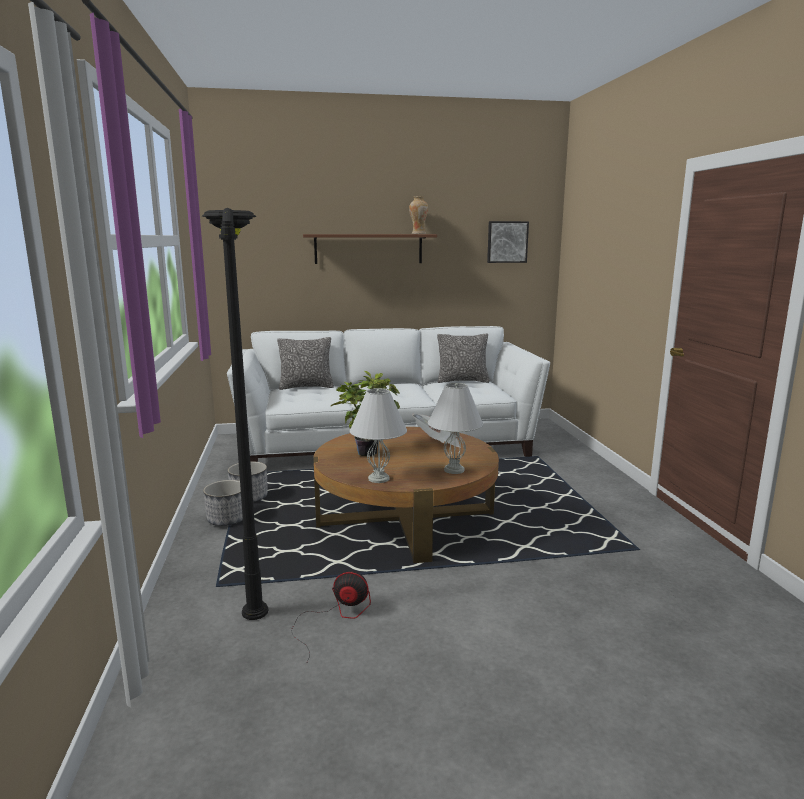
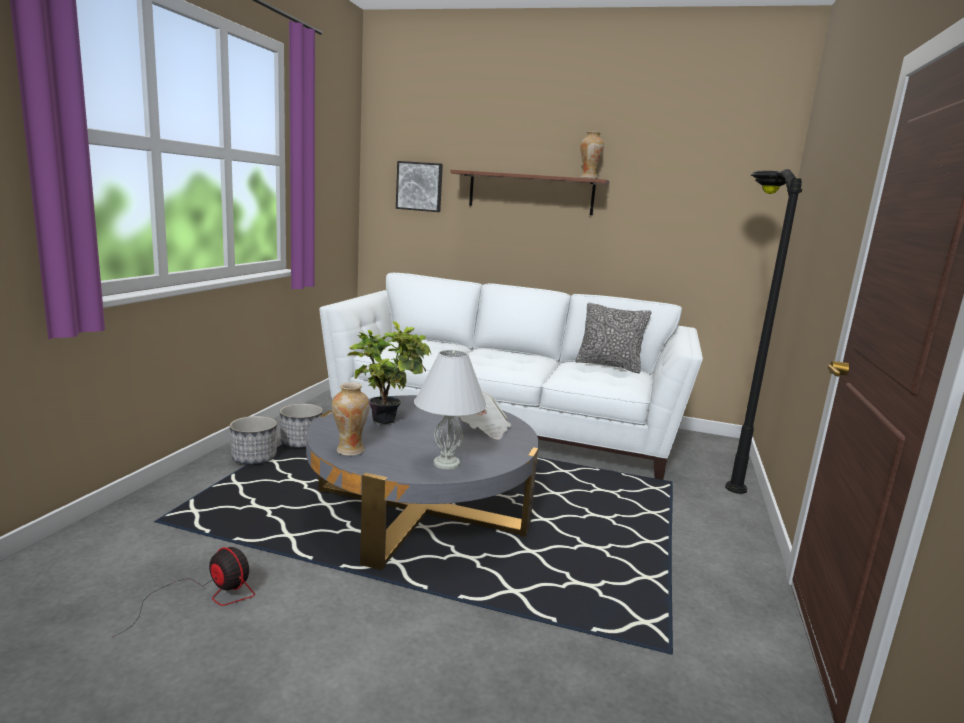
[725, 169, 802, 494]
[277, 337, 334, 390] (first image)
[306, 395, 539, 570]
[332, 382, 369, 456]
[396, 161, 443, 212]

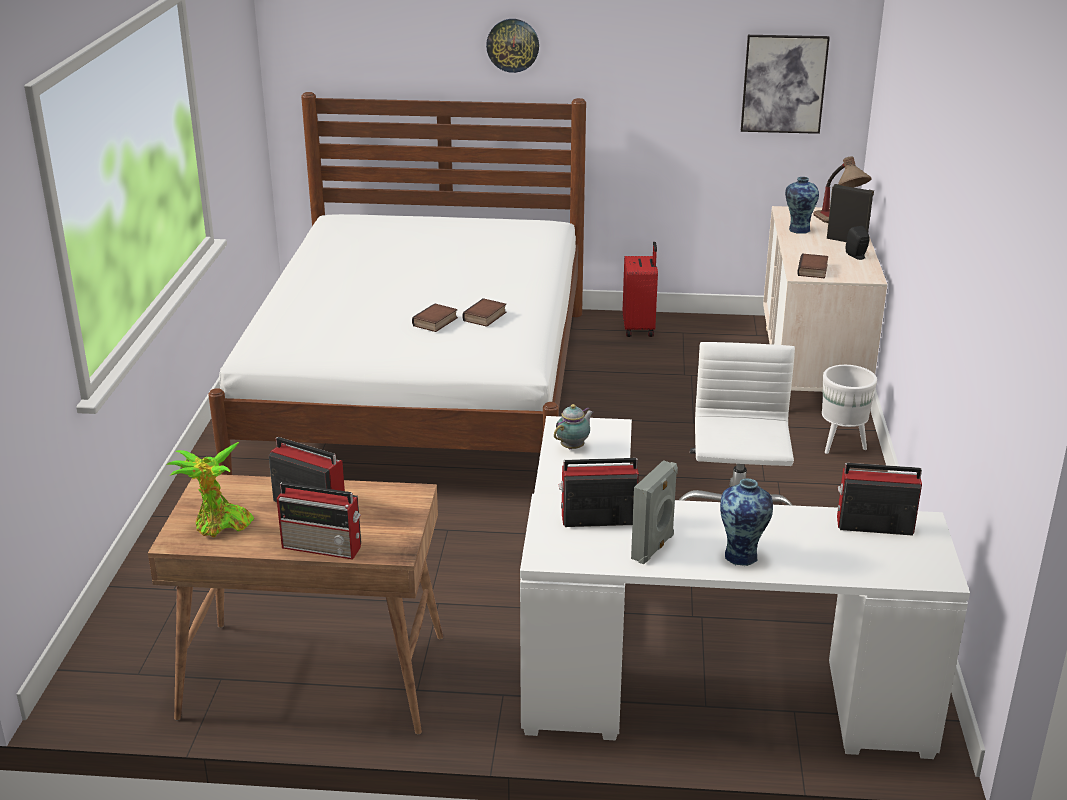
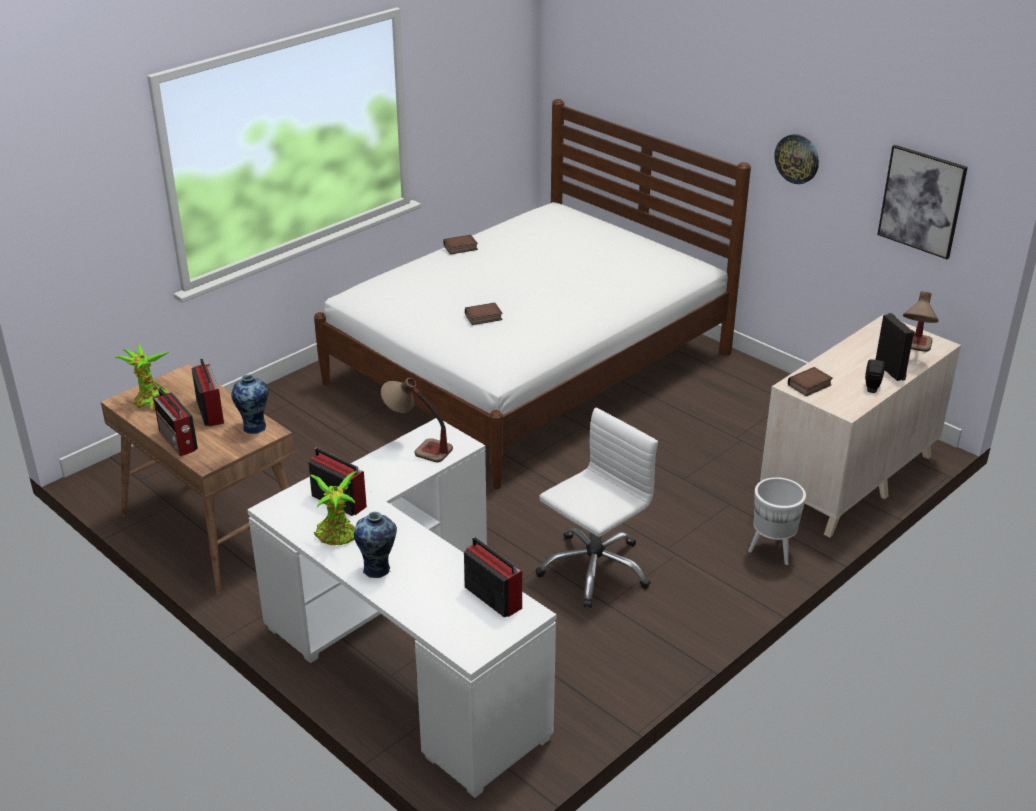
[443, 235, 478, 255]
[774, 134, 819, 184]
[381, 378, 453, 462]
[623, 242, 658, 337] (first image)
[310, 471, 357, 545]
[231, 374, 269, 434]

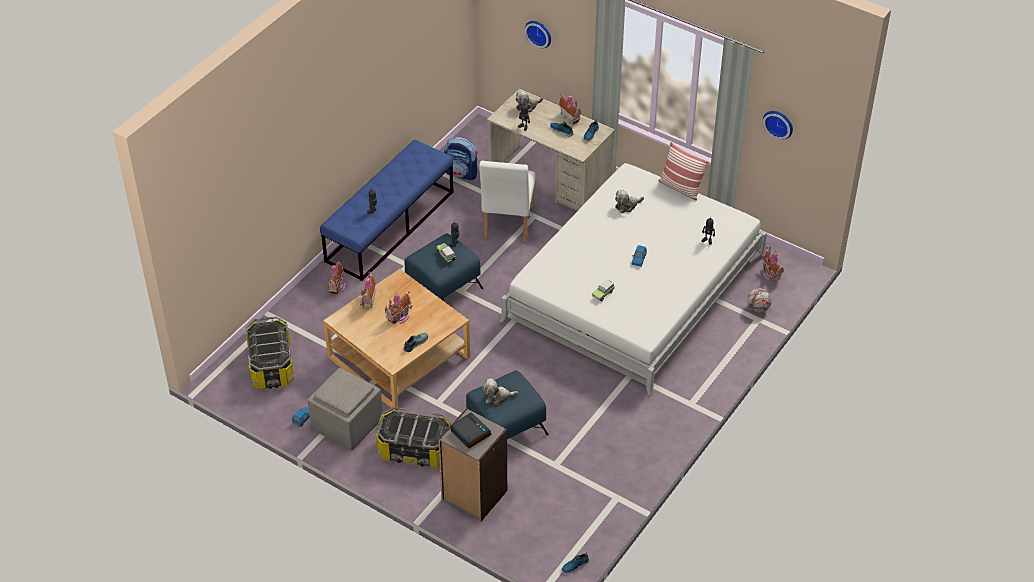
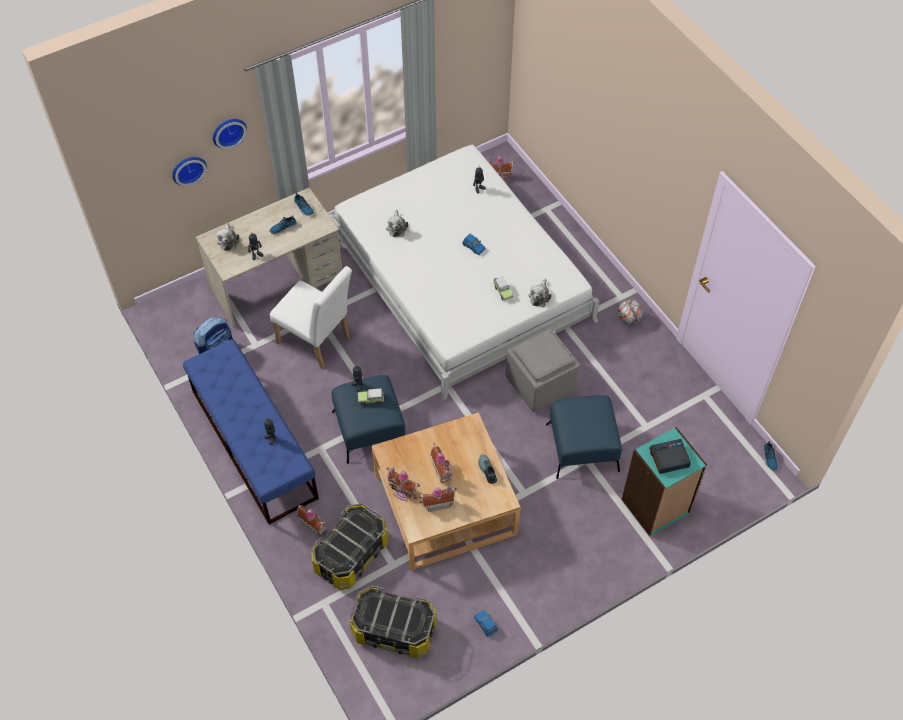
[506, 329, 580, 412]
[311, 503, 388, 590]
[622, 427, 707, 537]
[528, 278, 551, 307]
[418, 485, 457, 512]
[659, 142, 708, 201] (first image)
[618, 300, 643, 325]
[213, 119, 247, 149]

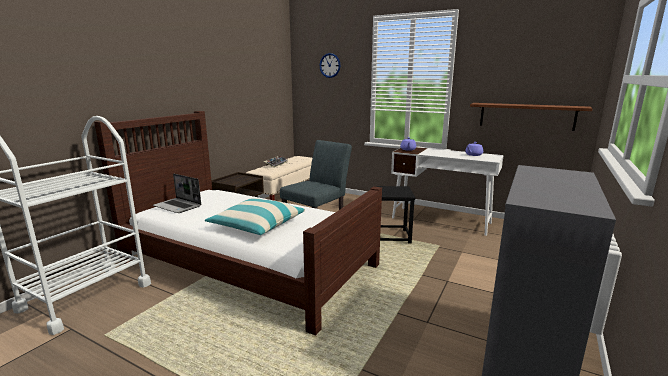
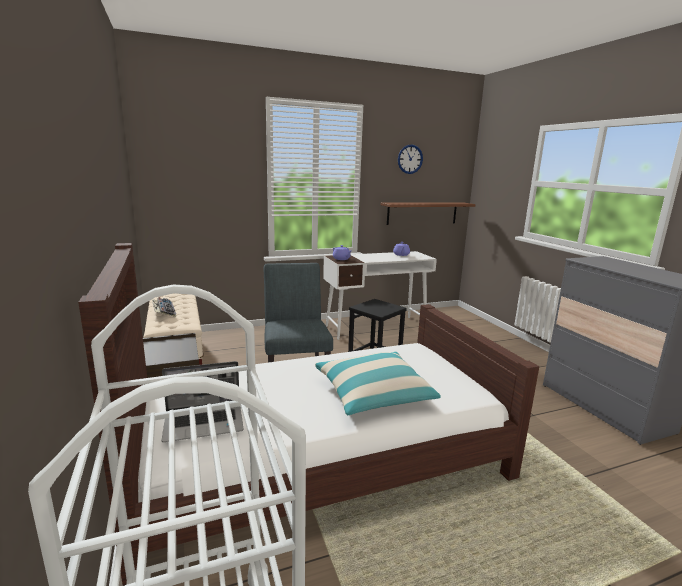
[398, 144, 423, 174]

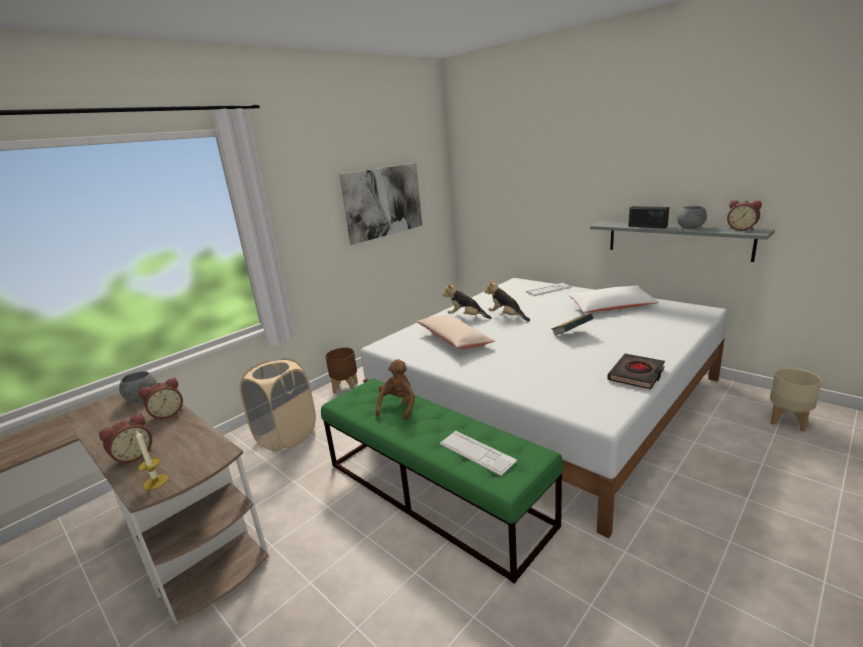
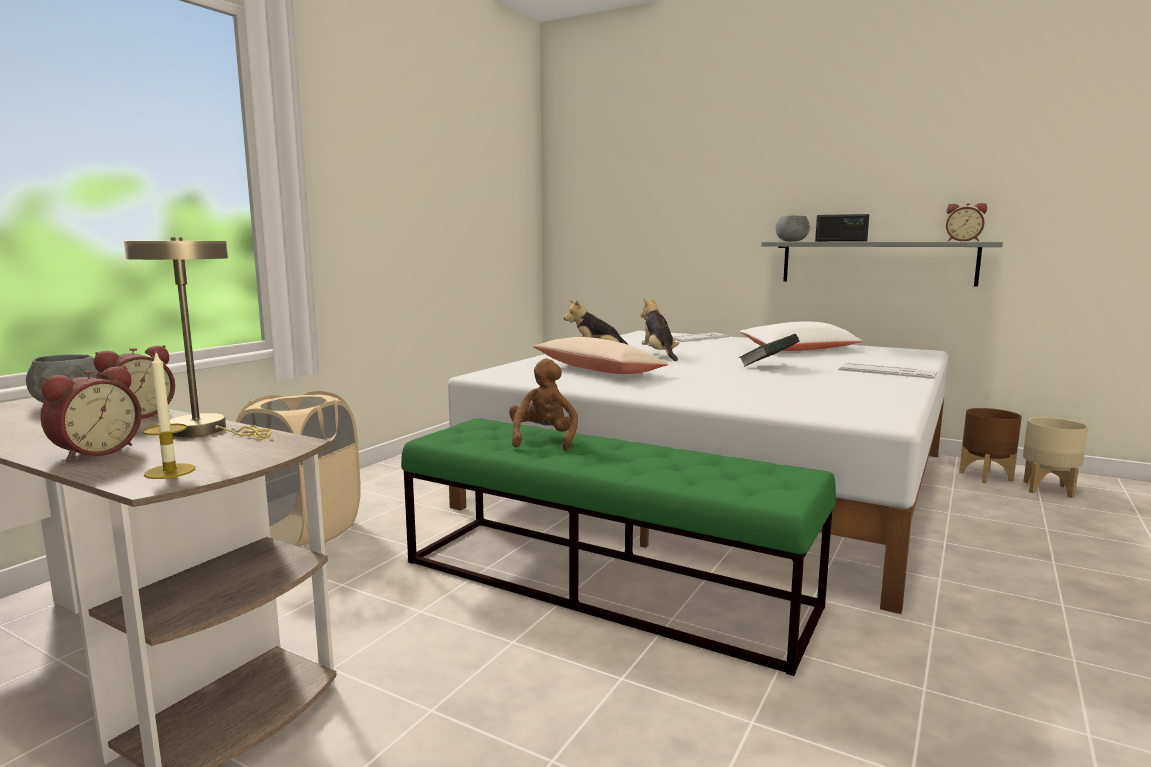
[959, 408, 1022, 483]
[339, 163, 422, 245] (first image)
[838, 363, 937, 379]
[640, 298, 679, 361]
[607, 354, 665, 390] (first image)
[775, 215, 810, 242]
[124, 237, 272, 440]

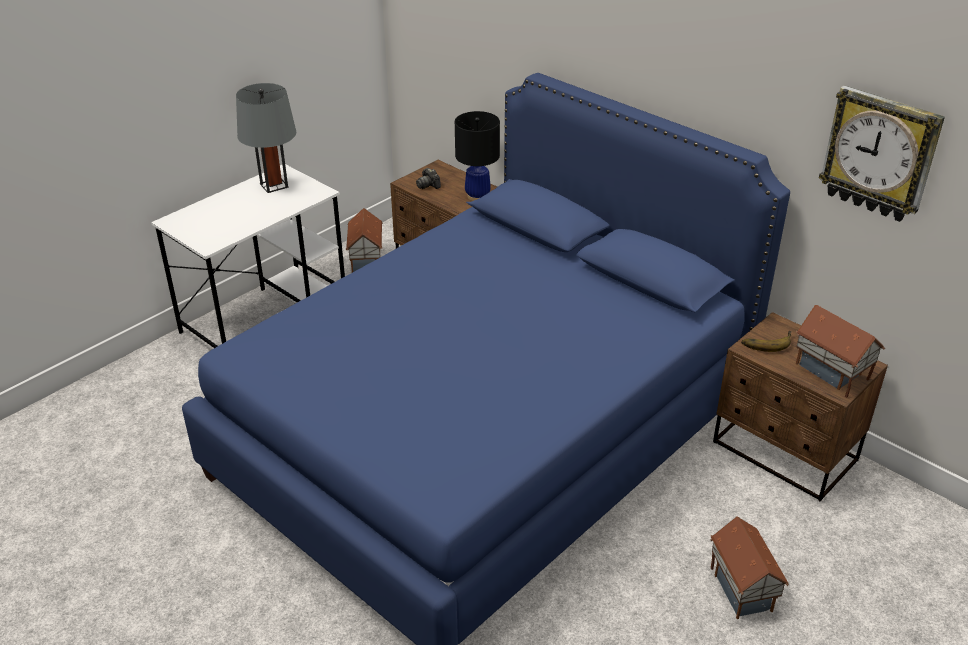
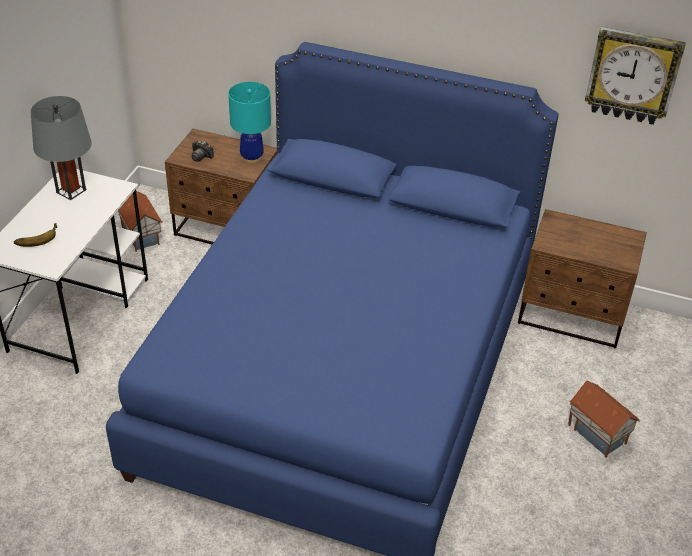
[228, 82, 271, 164]
[14, 223, 57, 247]
[796, 305, 885, 398] (first image)

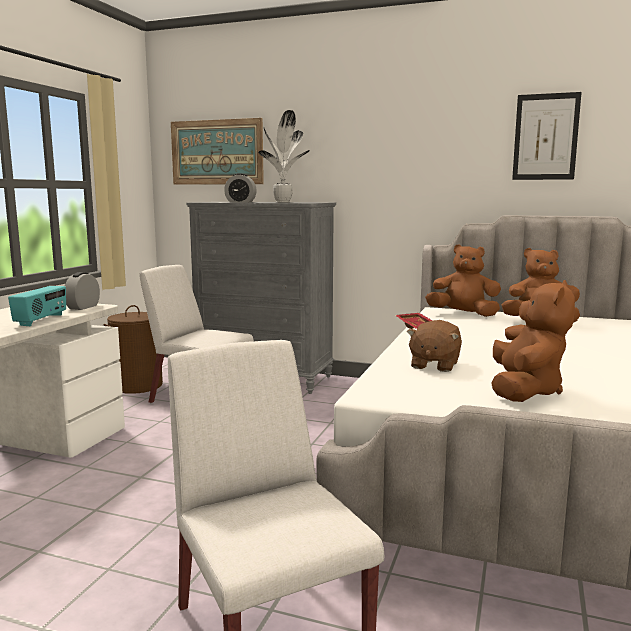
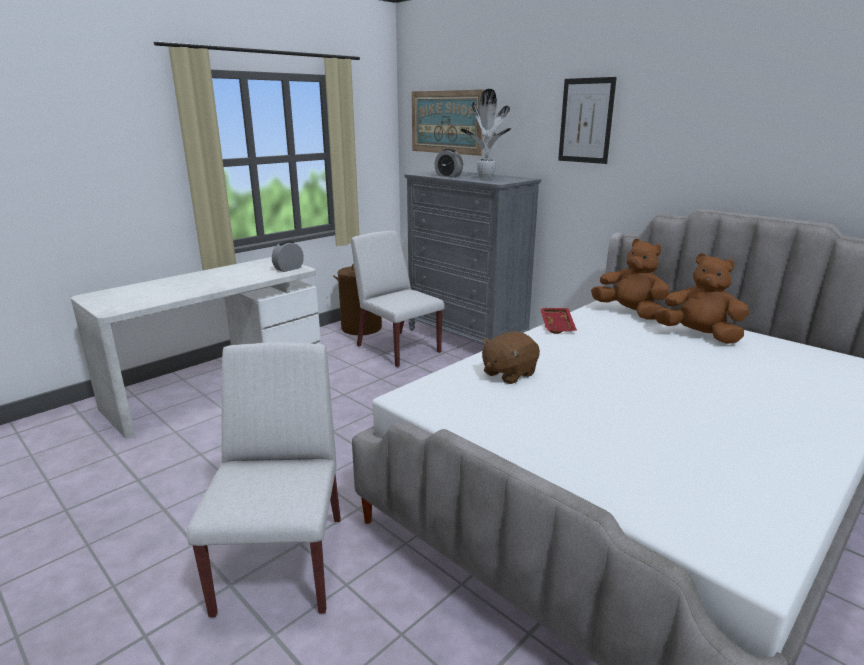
[8, 286, 66, 326] (first image)
[491, 280, 575, 402] (first image)
[558, 77, 617, 164]

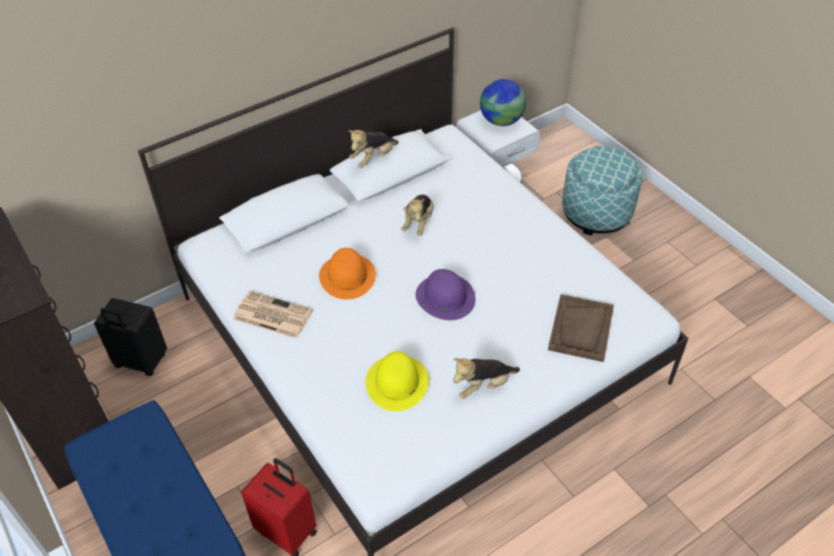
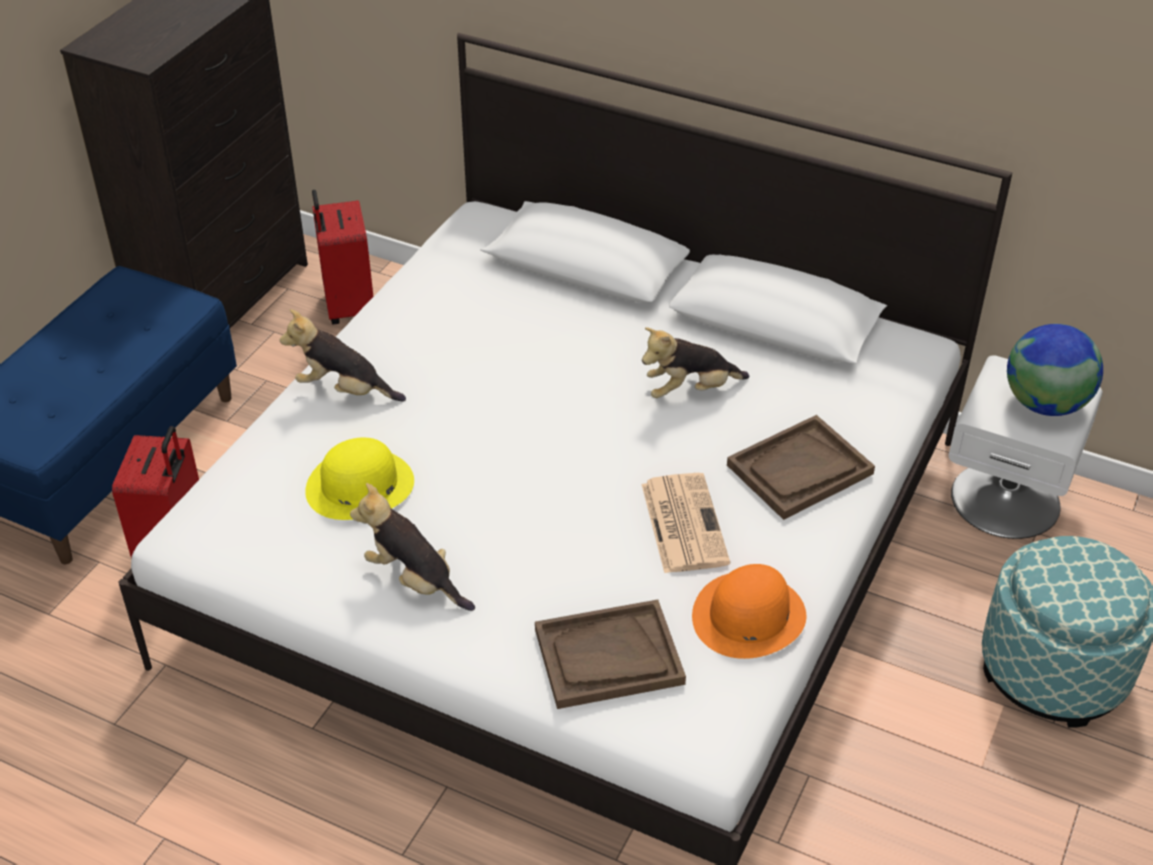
[312, 190, 374, 324]
[642, 473, 730, 573]
[692, 564, 806, 659]
[280, 309, 406, 401]
[416, 269, 476, 320] (first image)
[727, 415, 875, 520]

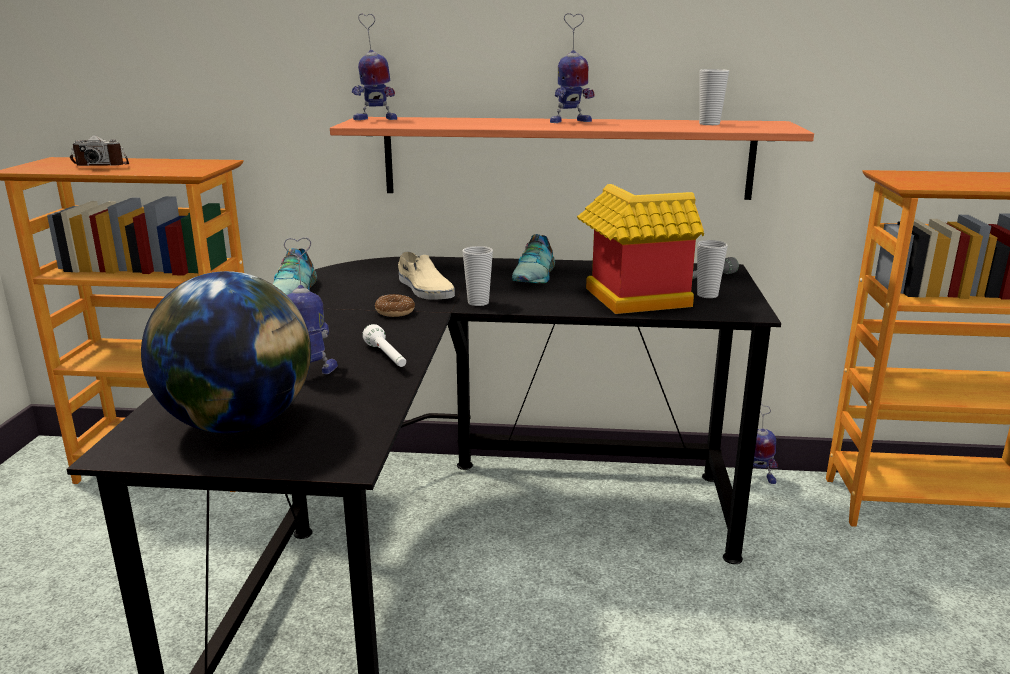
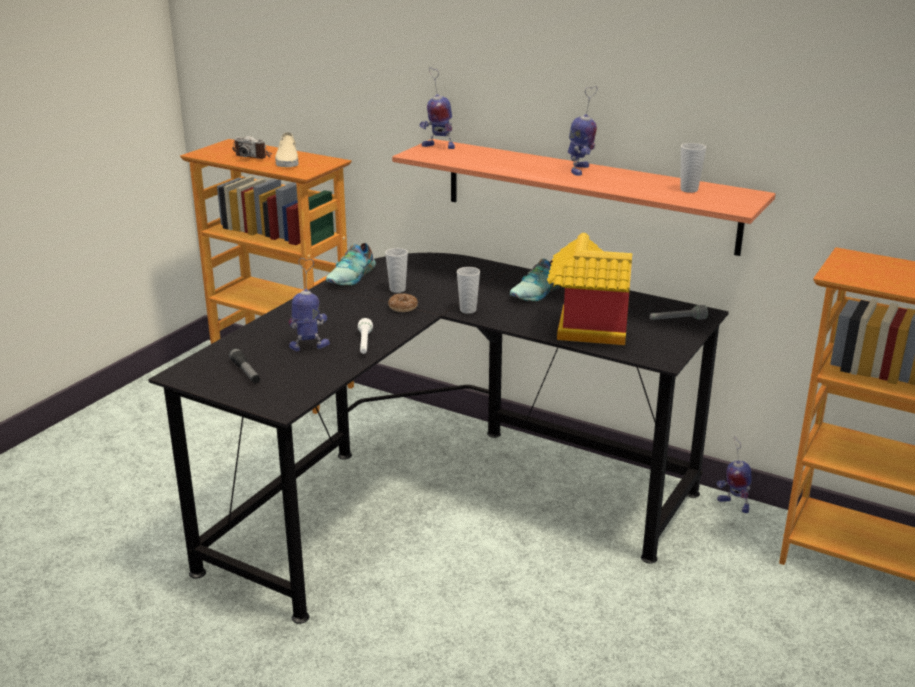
[229, 348, 260, 383]
[275, 132, 299, 167]
[568, 86, 598, 176]
[385, 248, 408, 293]

